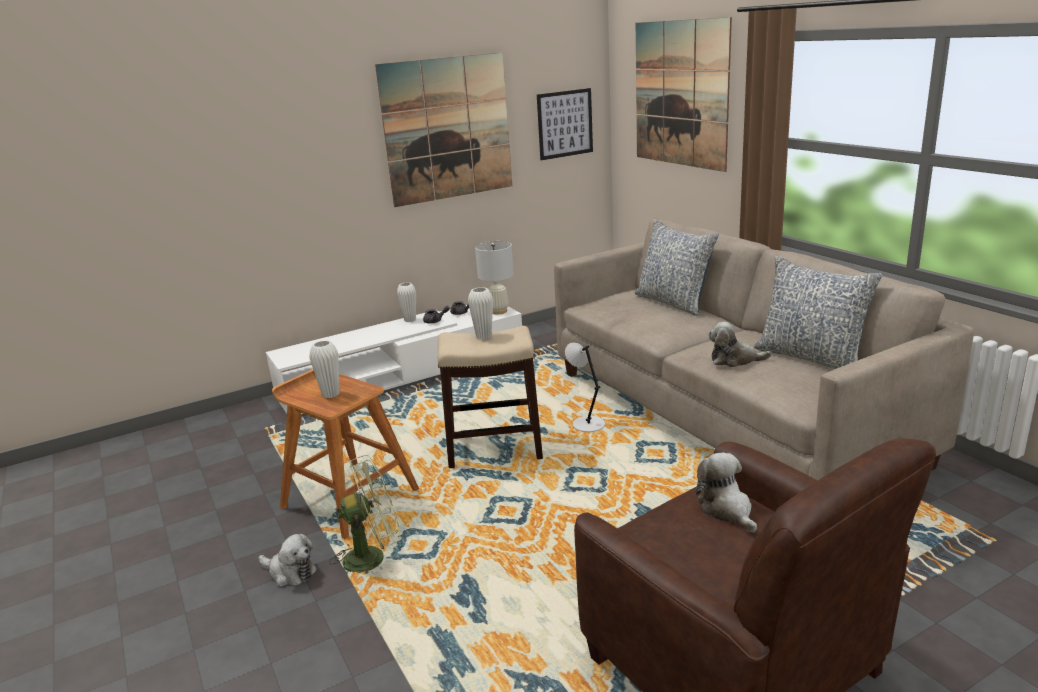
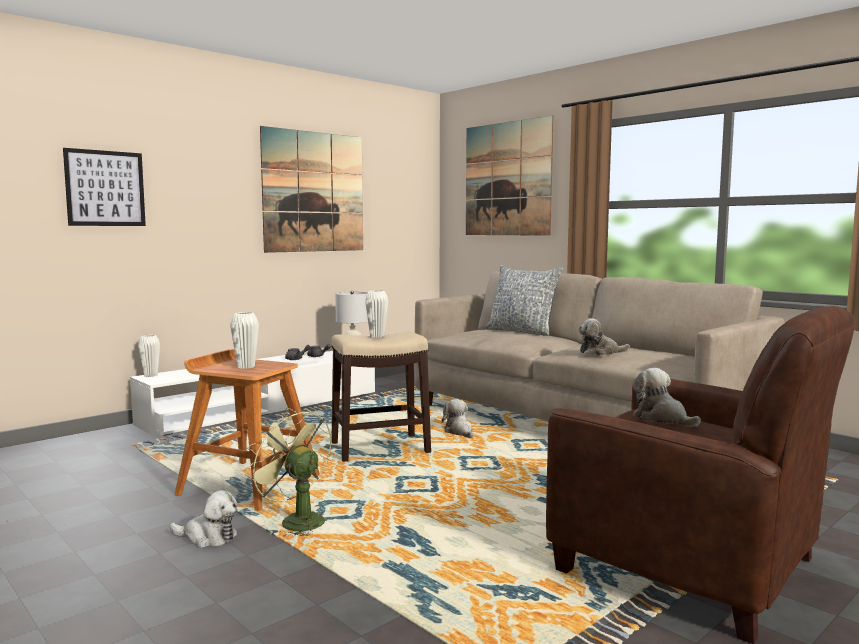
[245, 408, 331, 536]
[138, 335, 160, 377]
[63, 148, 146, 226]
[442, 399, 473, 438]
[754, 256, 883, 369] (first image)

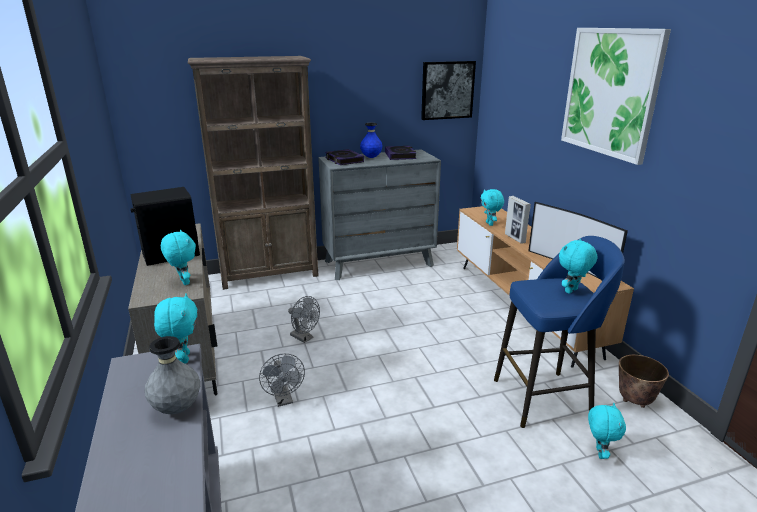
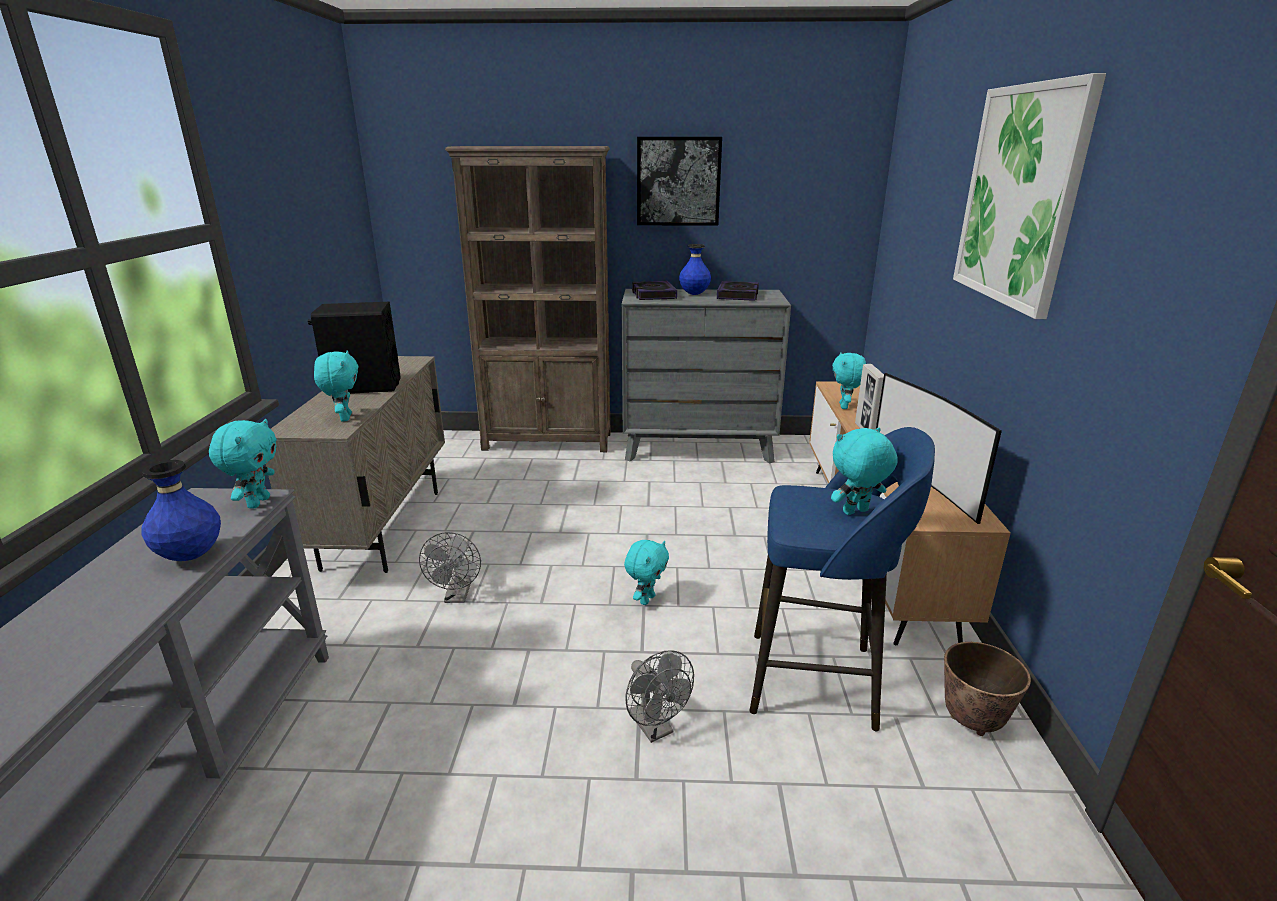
[141, 460, 221, 561]
[625, 650, 694, 743]
[637, 137, 722, 226]
[624, 540, 669, 605]

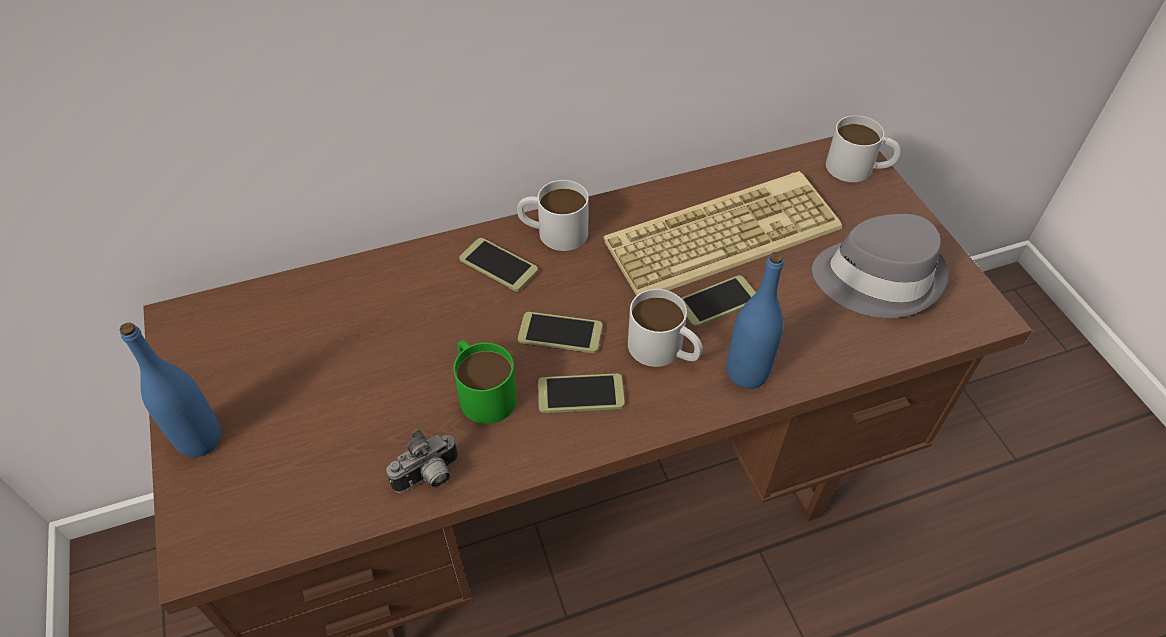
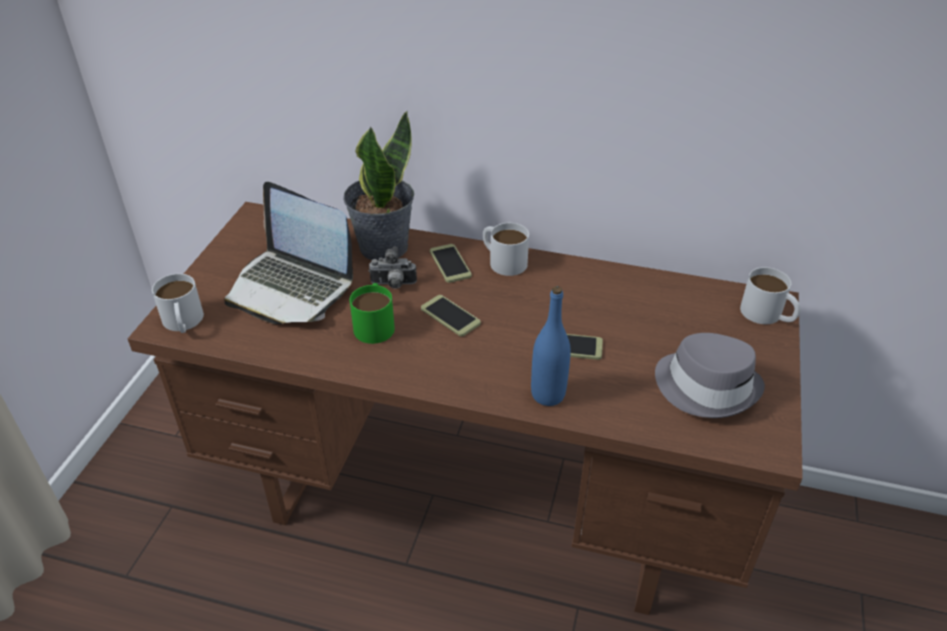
[119, 322, 222, 457] (first image)
[369, 247, 417, 289]
[538, 373, 625, 413] (first image)
[603, 171, 842, 296] (first image)
[152, 274, 204, 333]
[225, 182, 353, 324]
[343, 111, 414, 260]

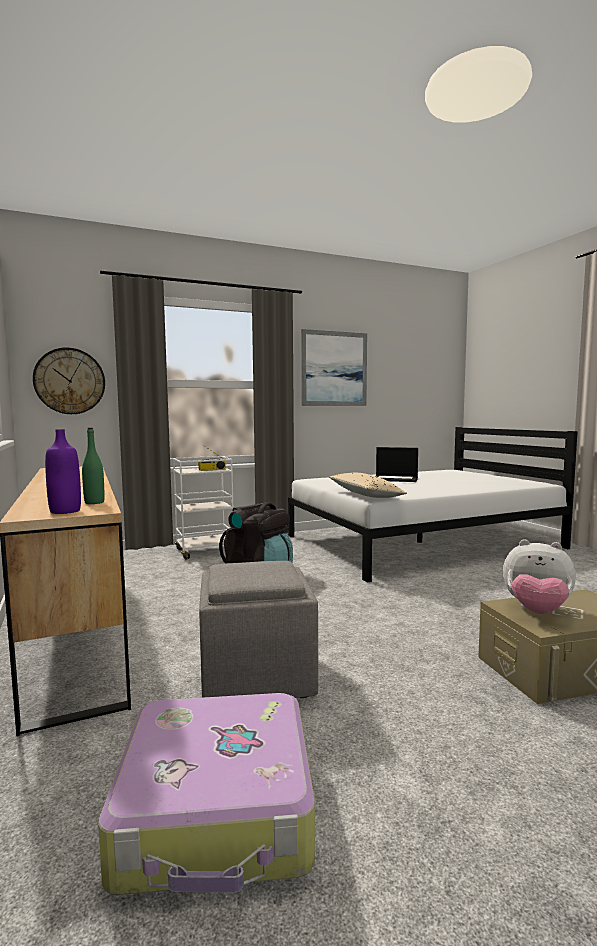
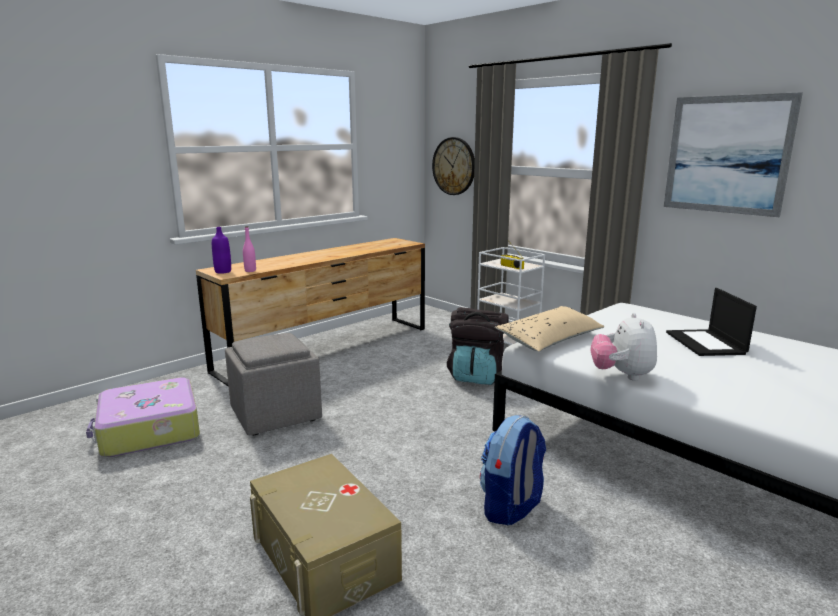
[243, 226, 256, 272]
[590, 313, 657, 381]
[480, 415, 546, 525]

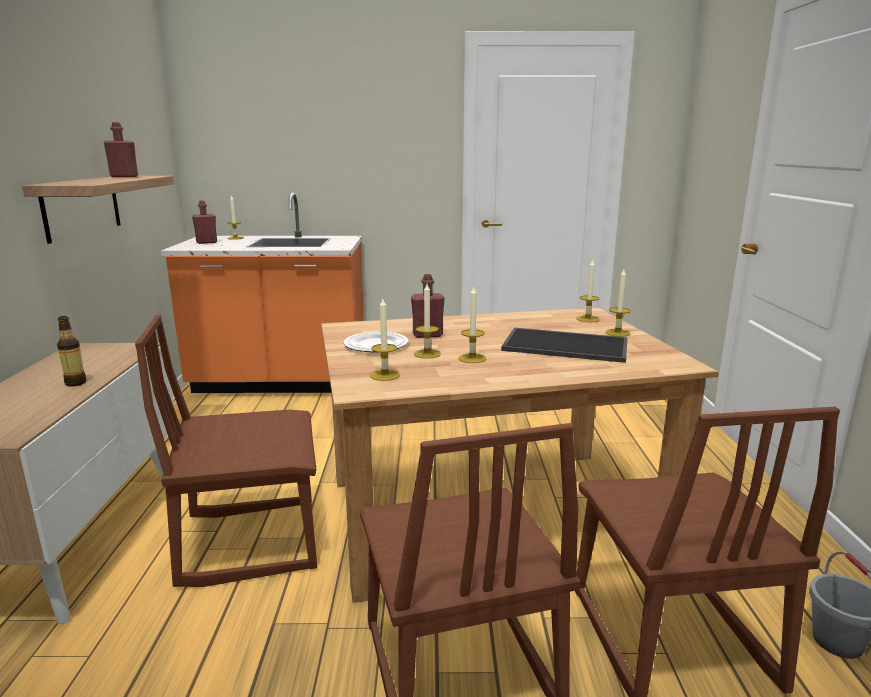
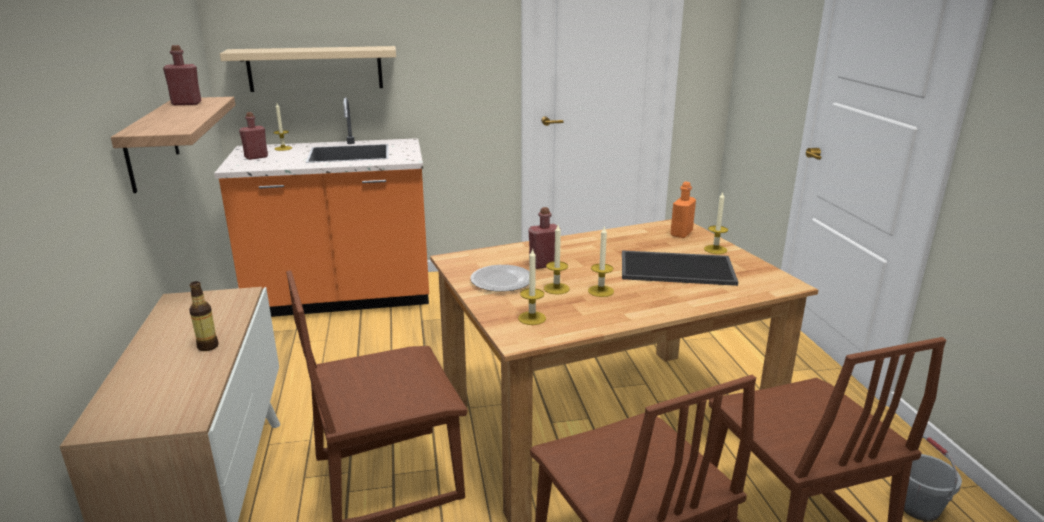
[670, 182, 696, 238]
[220, 46, 396, 92]

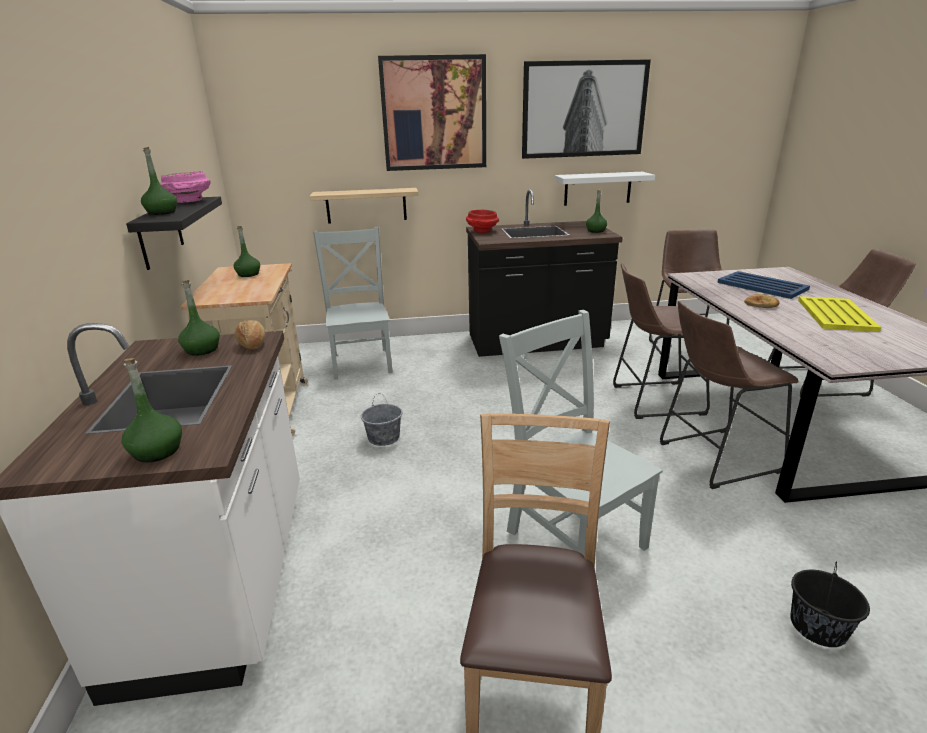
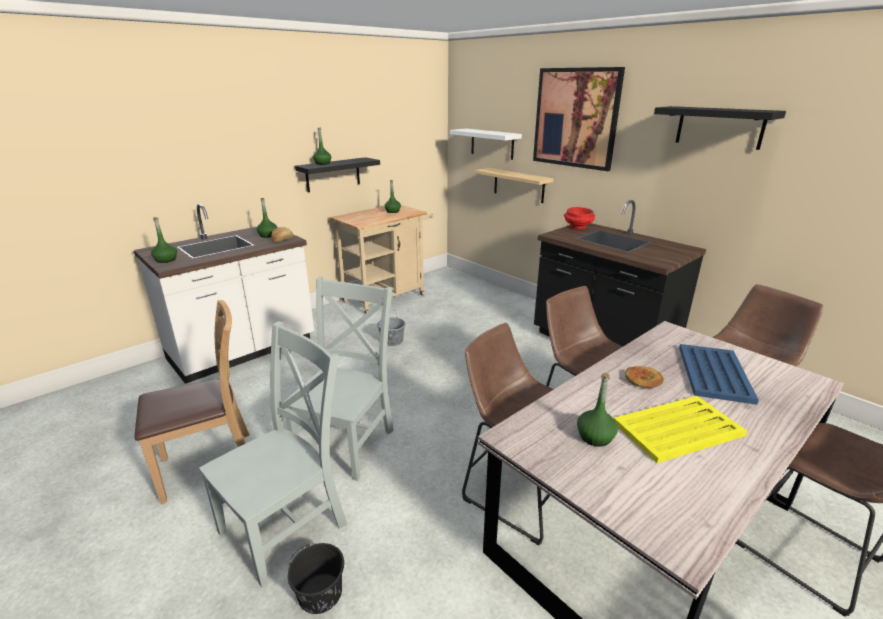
[161, 171, 211, 203] (first image)
[199, 321, 347, 587]
[654, 106, 786, 150]
[450, 129, 522, 160]
[577, 373, 618, 447]

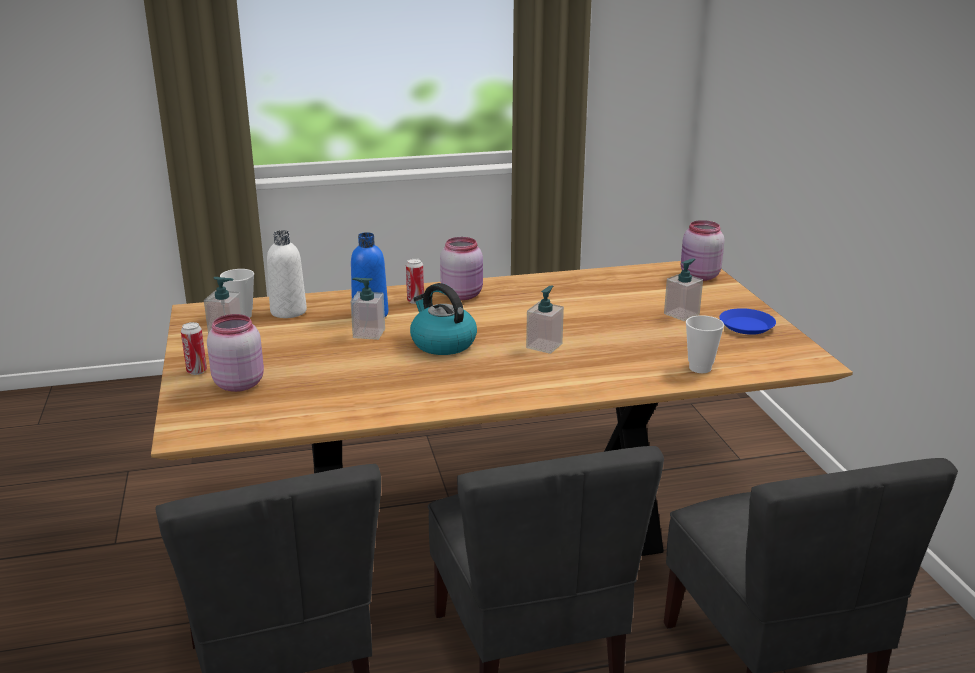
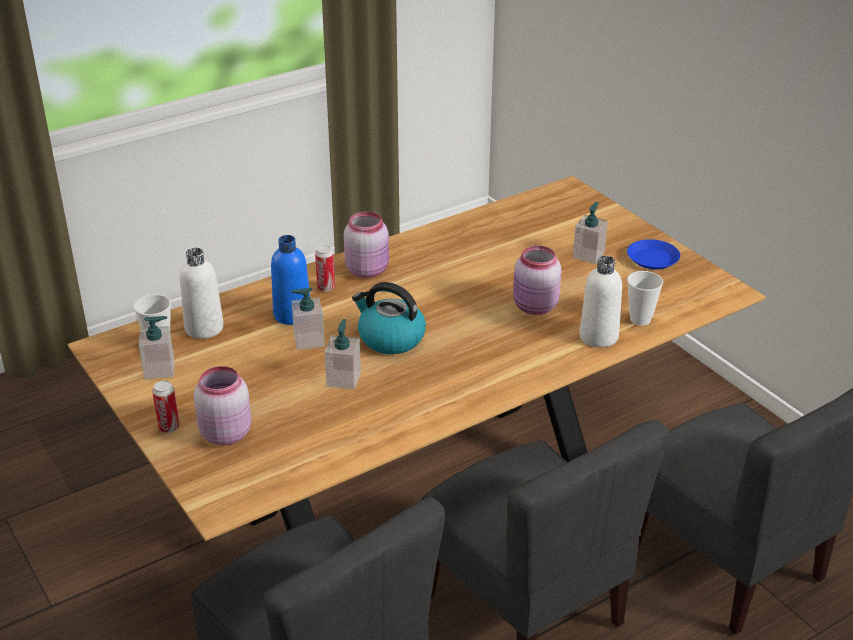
[324, 319, 361, 389]
[513, 246, 562, 315]
[580, 256, 622, 347]

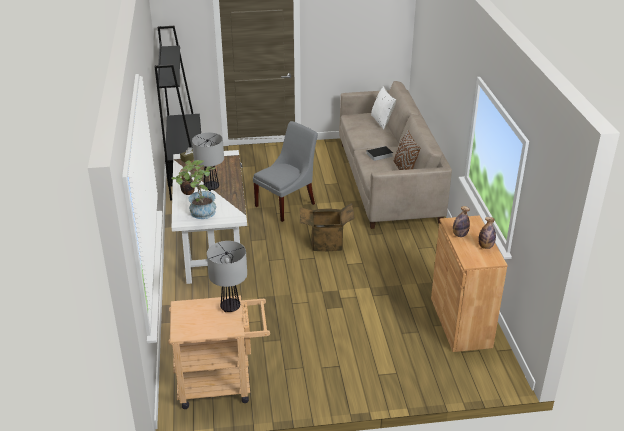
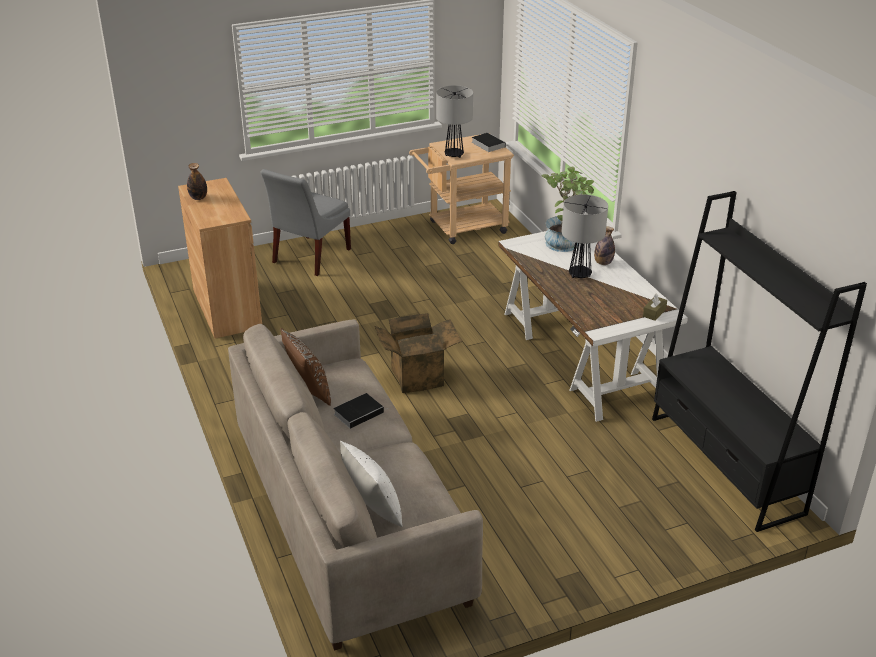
[261, 169, 351, 276]
[453, 206, 470, 237] (first image)
[472, 133, 505, 152]

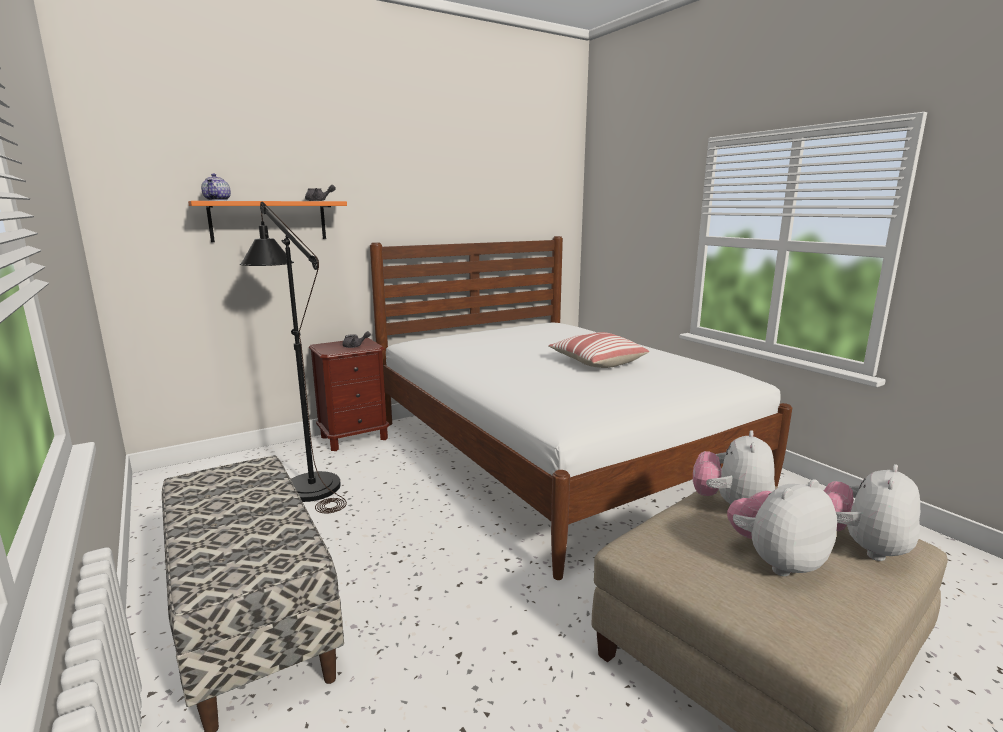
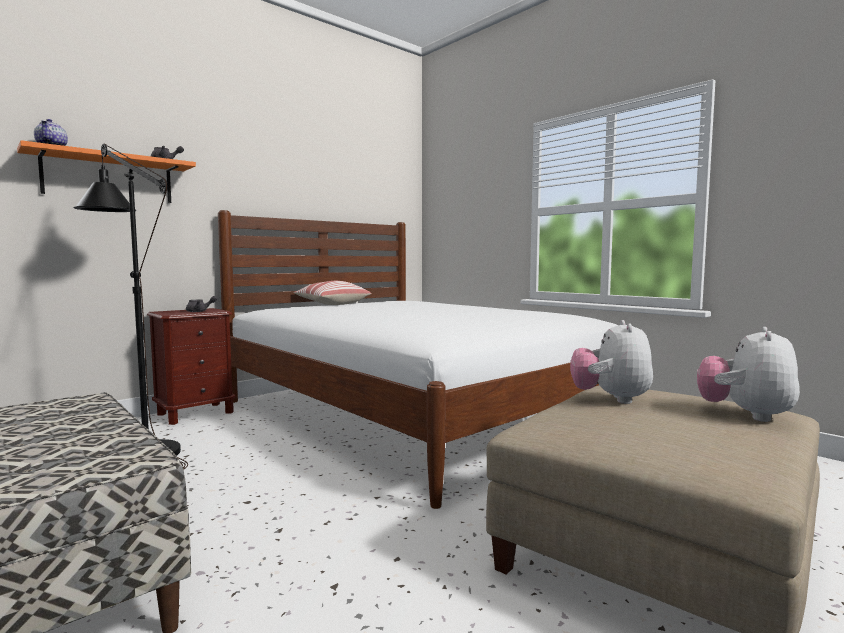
[294, 281, 371, 305]
[727, 479, 837, 576] (first image)

